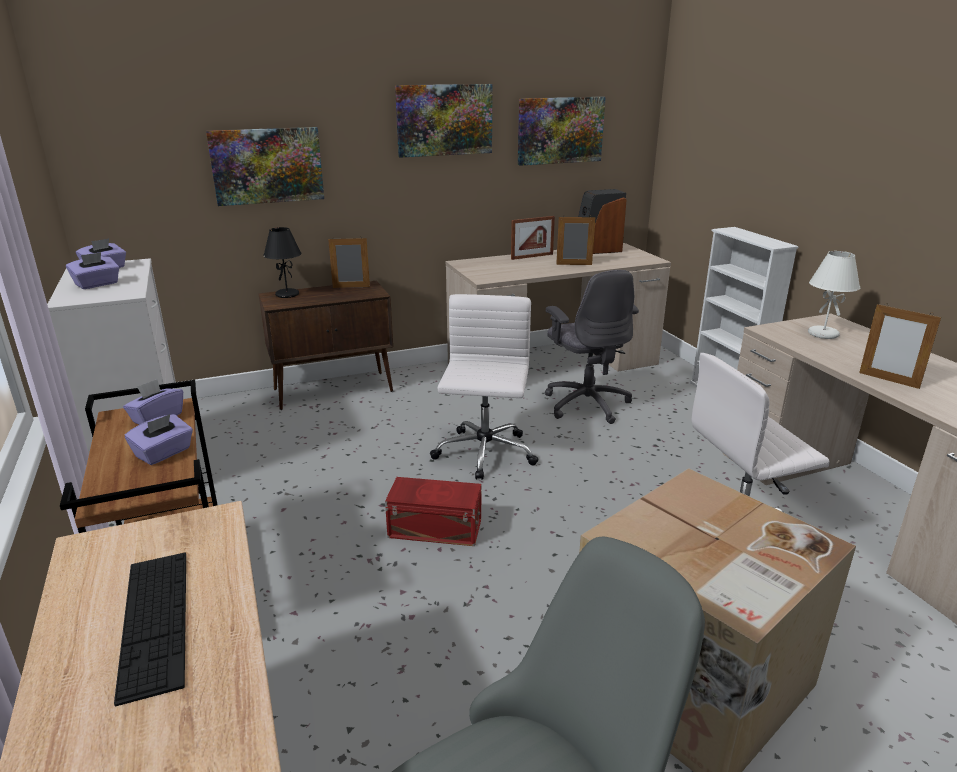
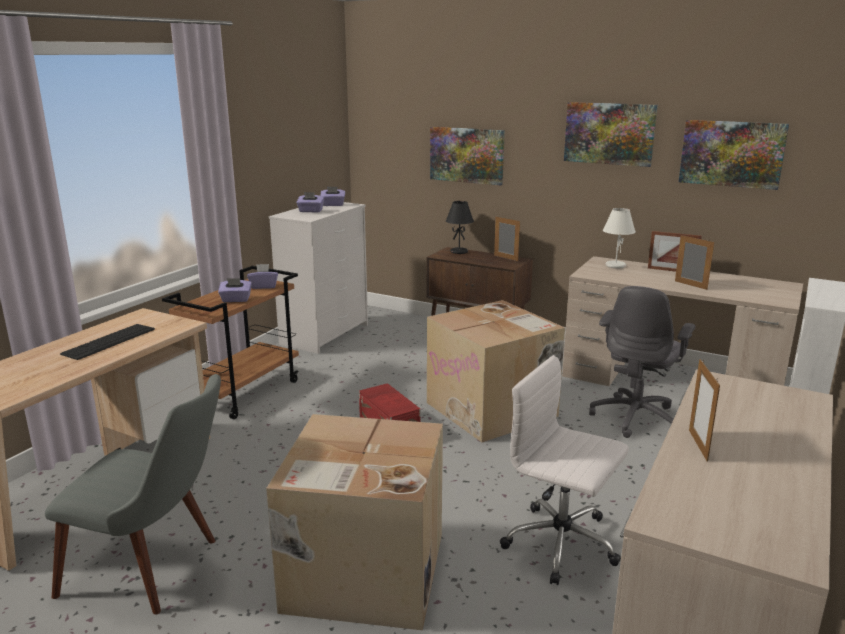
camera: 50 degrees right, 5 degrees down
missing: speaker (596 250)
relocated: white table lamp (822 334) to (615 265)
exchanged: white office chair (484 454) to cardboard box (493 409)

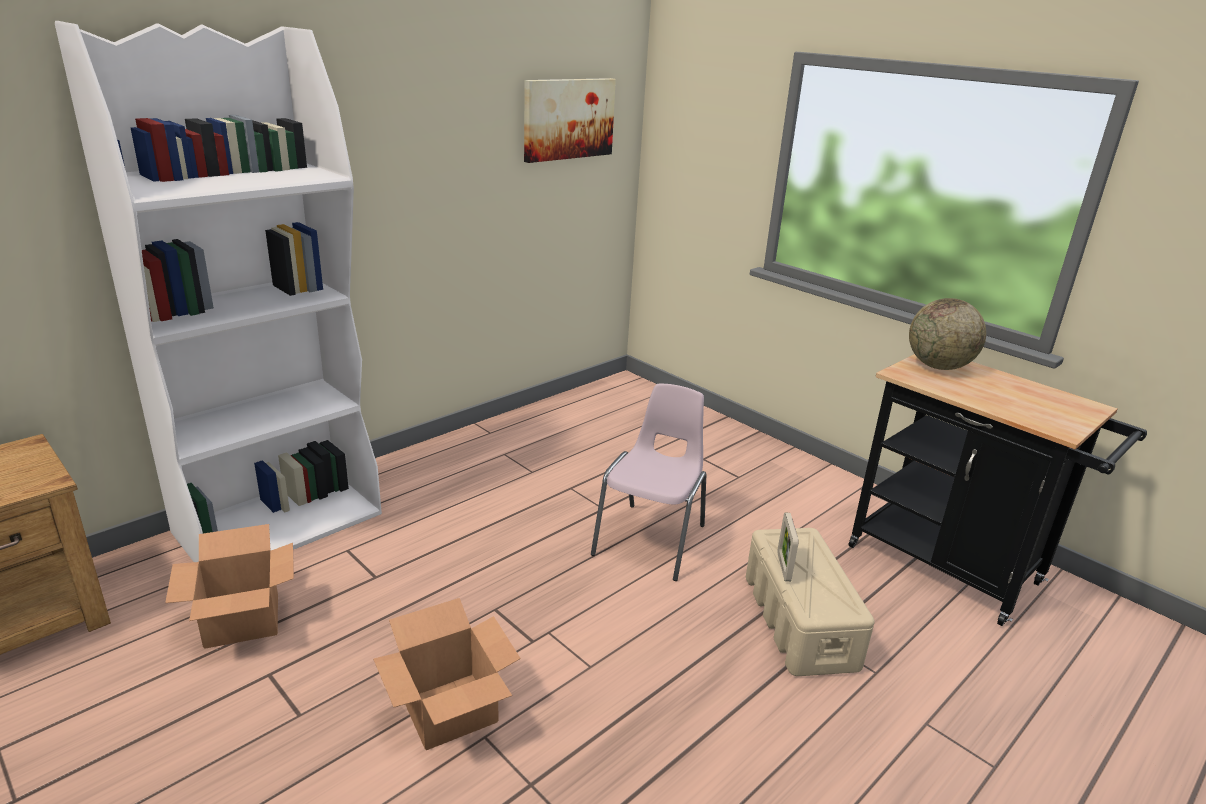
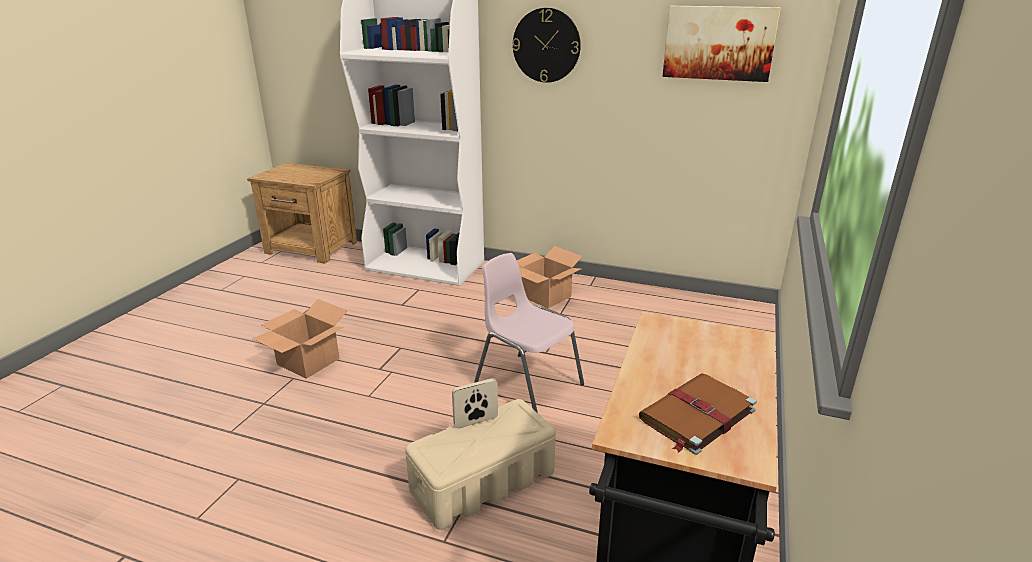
camera: 65 degrees right, 0 degrees up
missing: globe (938 366)
appeared: wall clock (546 45); brown book (696 416)
relocated: cardboard box (243 620) to (546 296)
spun: pink chair (652 539) = (527 383) 135 degrees counterclockwise

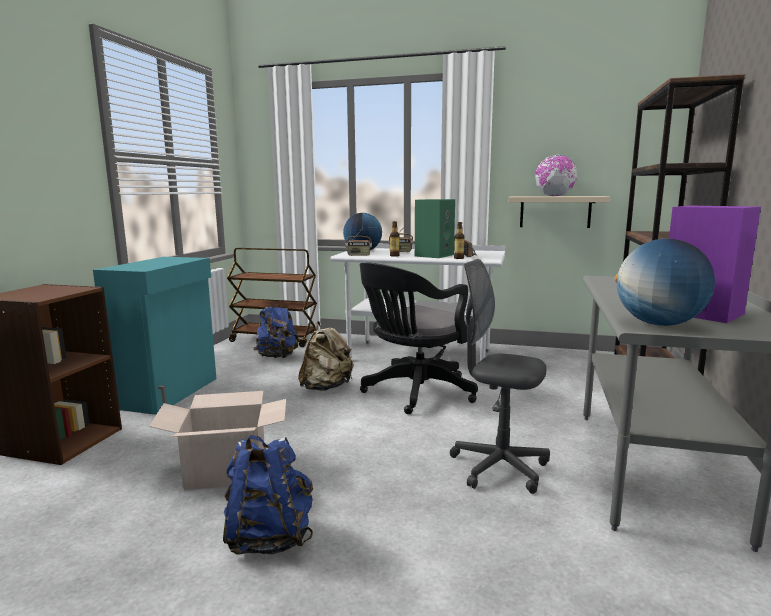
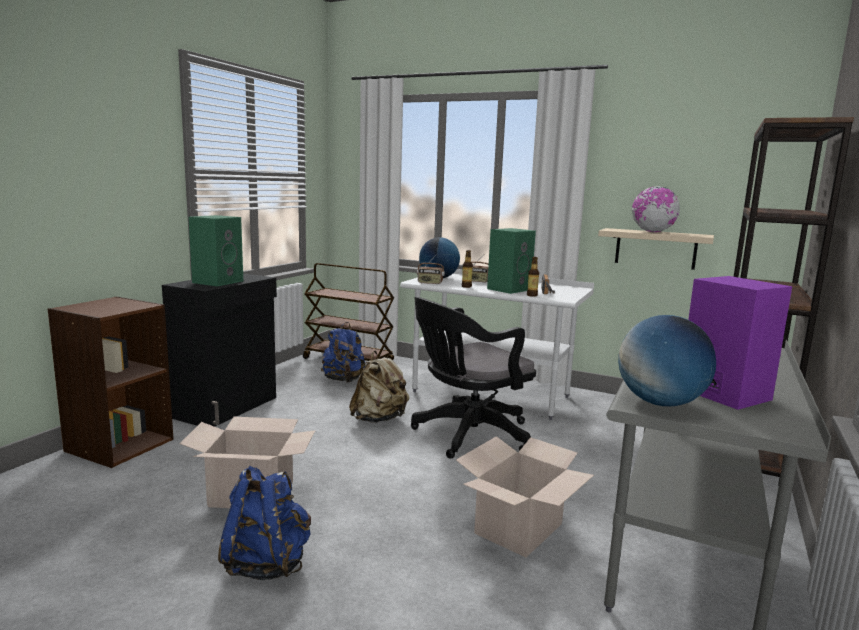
camera: 10 degrees right, 0 degrees up
appeared: green speaker (218 281)
exchanged: grey office chair (499 467) to cardboard box (518 528)
colour: turquoise cabinet (169 392) to black cabinet (228 407)

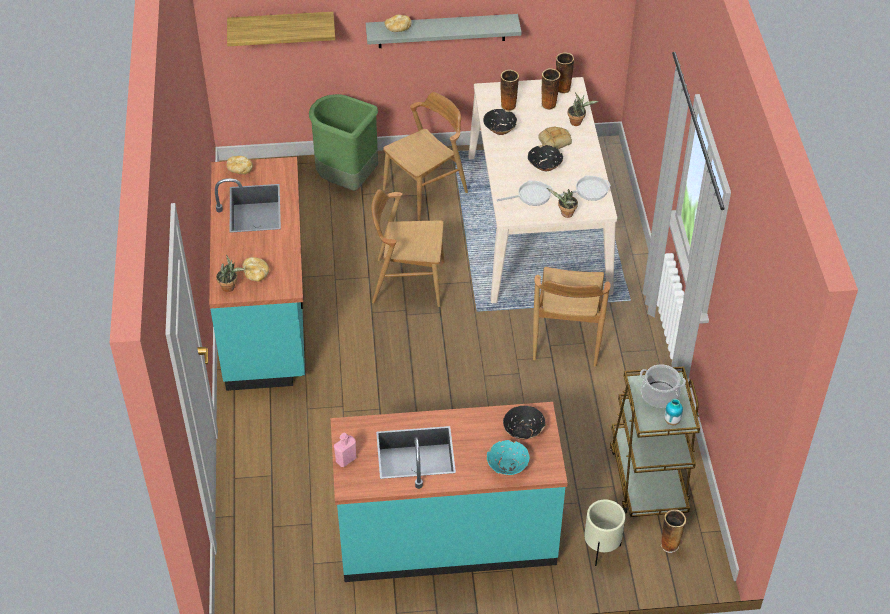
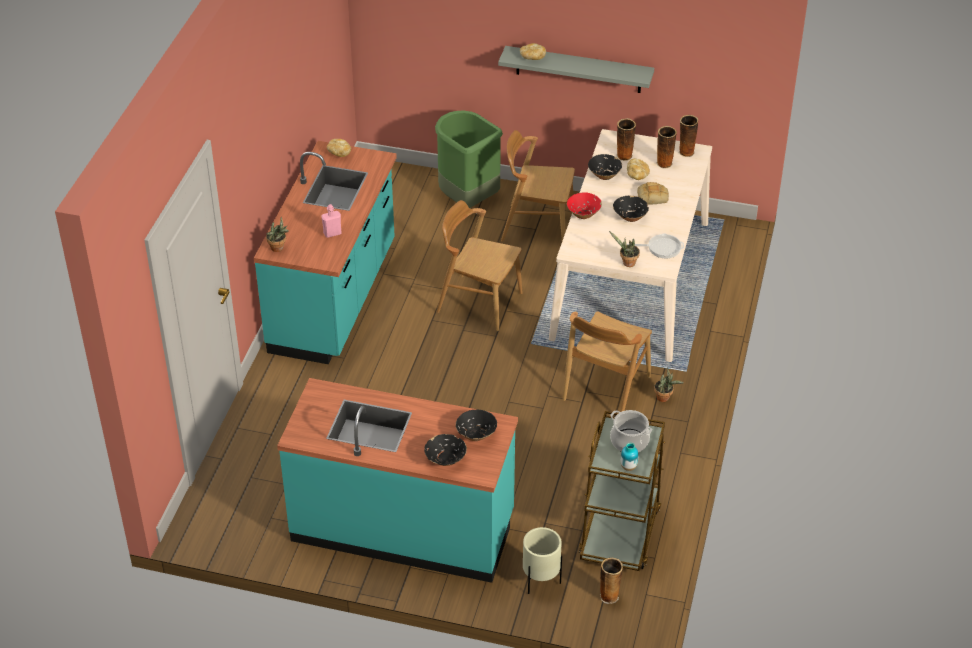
camera: 20 degrees right, 5 degrees down
missing: shelf (281 27); frying pan (531 195)
appeared: red bowl (583 214)
relocated: bread (256 274) to (637 175); pink bottle (346 459) to (332 233); potted plant (577 122) to (664 398)
colour: turquoise bowl (507 466) to black bowl (445 460)
spun: brown chair (426 191) = (537 226) 150 degrees counterclockwise

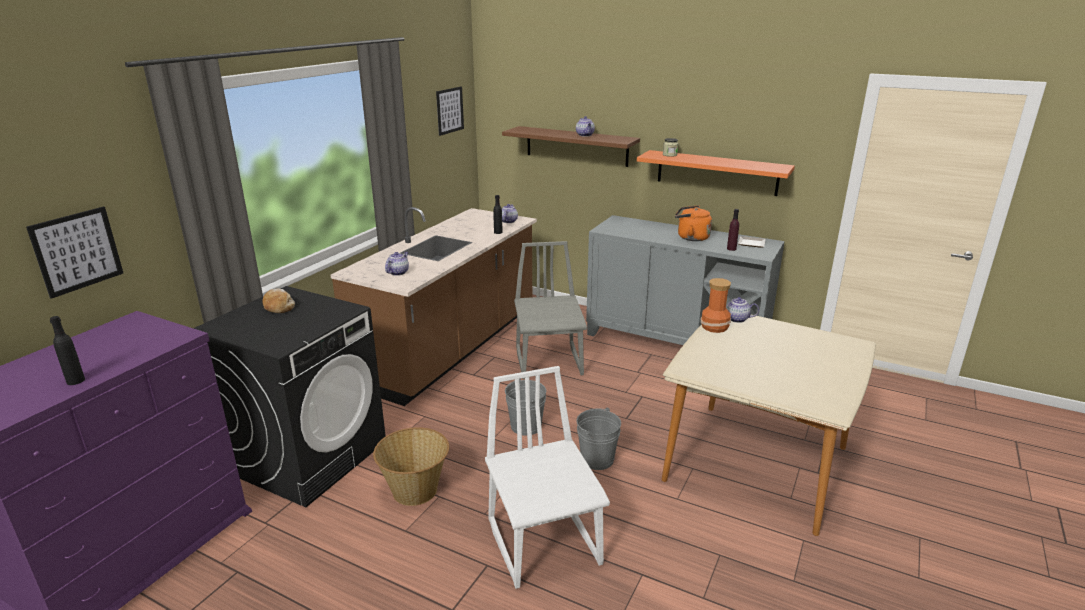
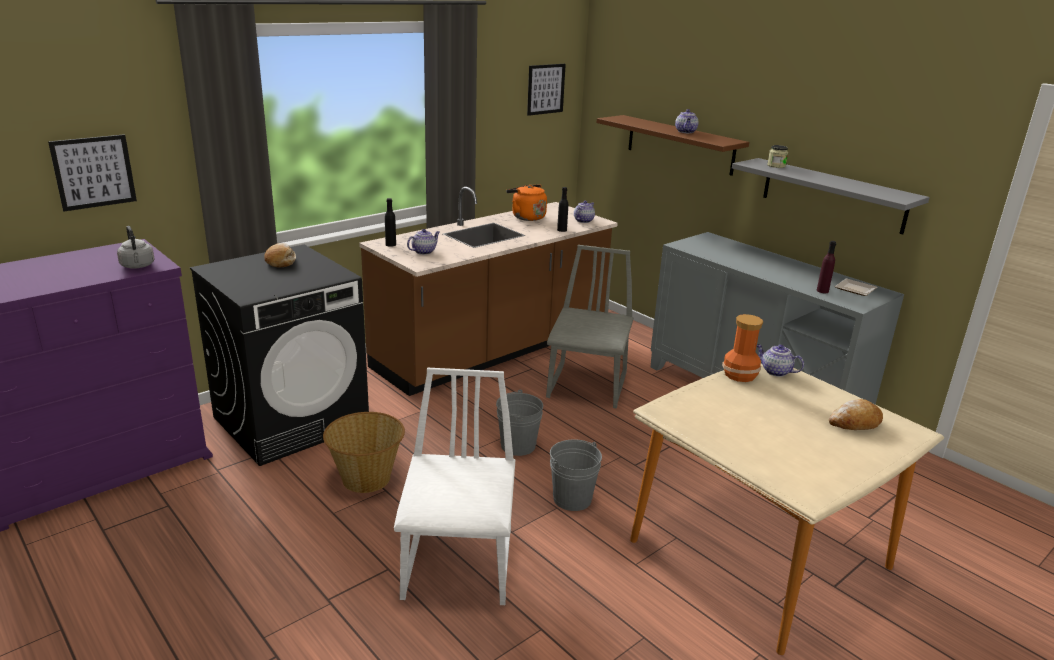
camera: 20 degrees right, 0 degrees up
appeared: grey kettle (138 266); bread (854 423)
relocated: black bottle (75 381) to (390 244); orange kettle (690 237) to (526 217)
colour: orange shelf (717 172) to grey shelf (833 195)

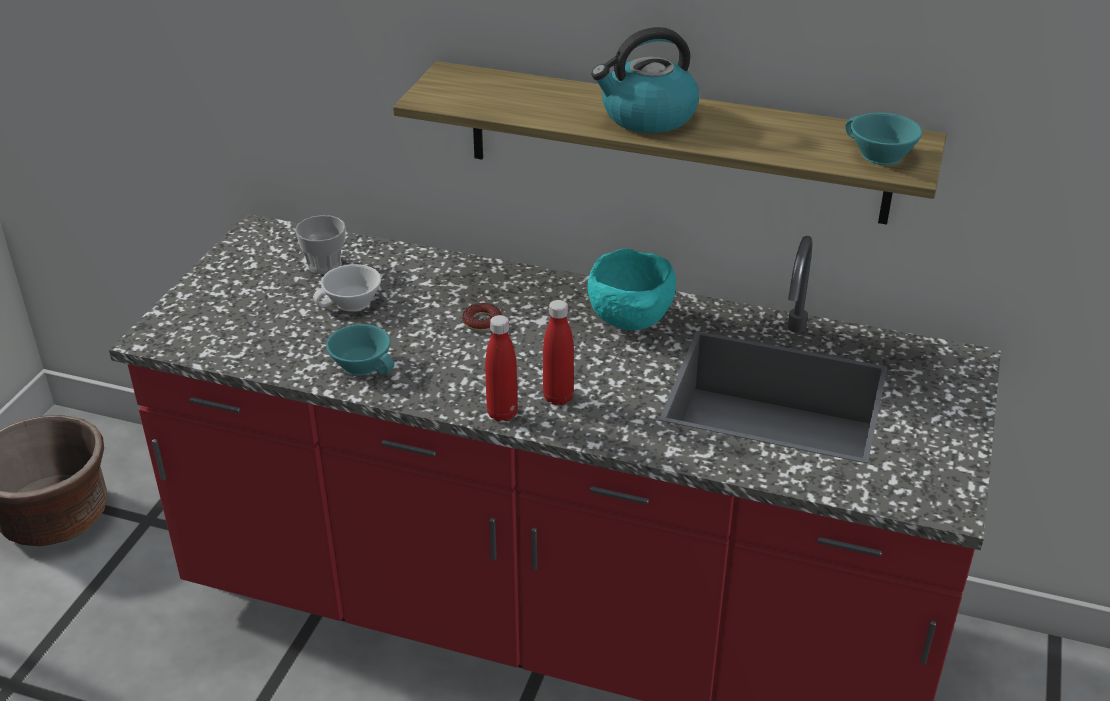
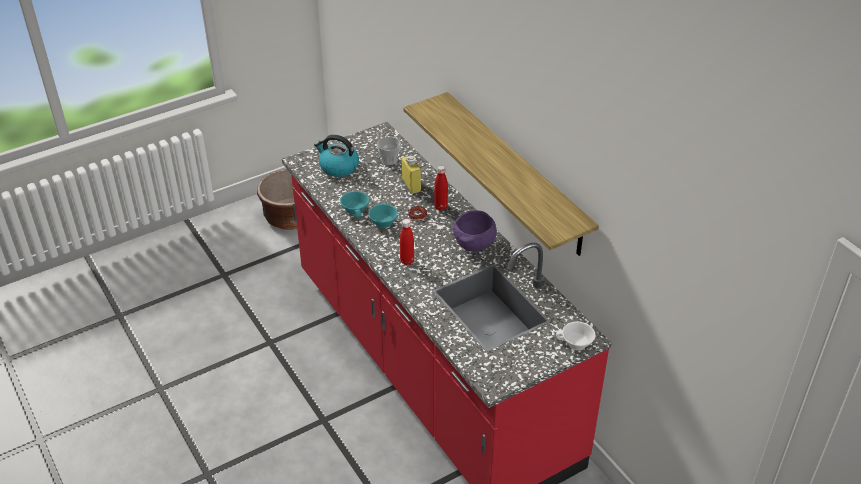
camera: 40 degrees right, 5 degrees up
appeared: yellow bottle (411 185)
relocated: white cup (352 303) to (576 344); red bottle (502 413) to (441 207); kettle (647 117) to (338 167); turquoise cup (878 155) to (382 222)
colour: turquoise bowl (631 321) to purple bowl (474 246)

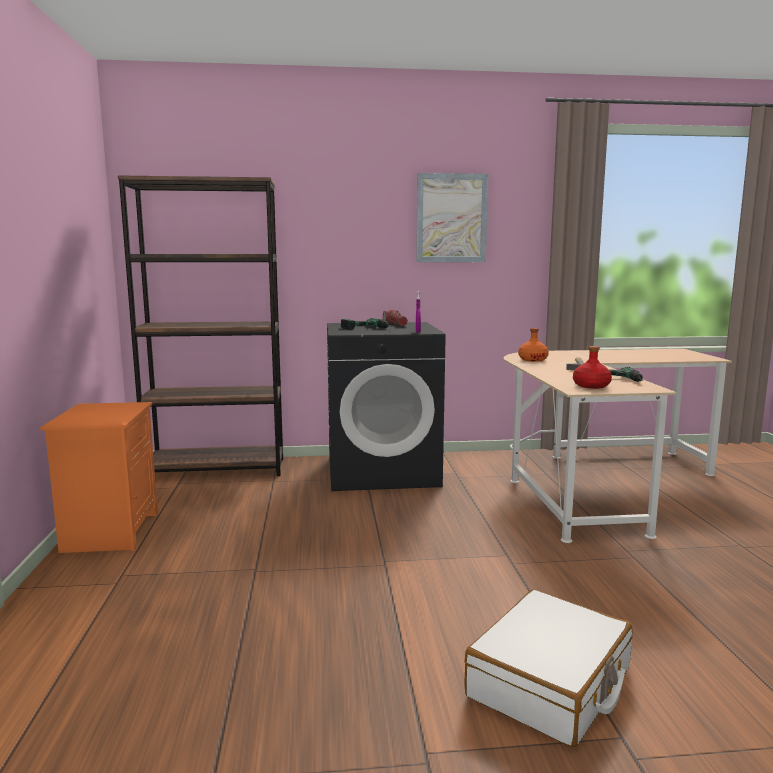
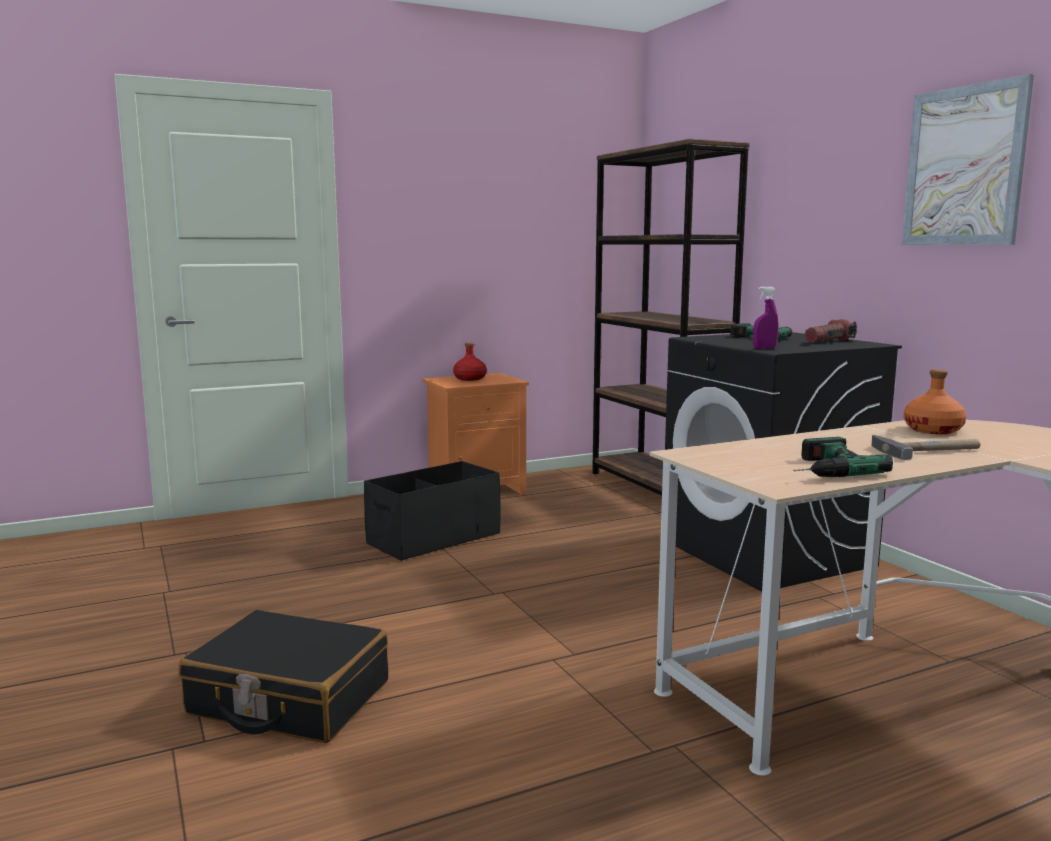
camera: 70 degrees right, 0 degrees up
appeared: black storage box (433 538)
relocated: red bottle (591 386) to (469 379)
colour: white suitcase (550 683) to black suitcase (289 699)

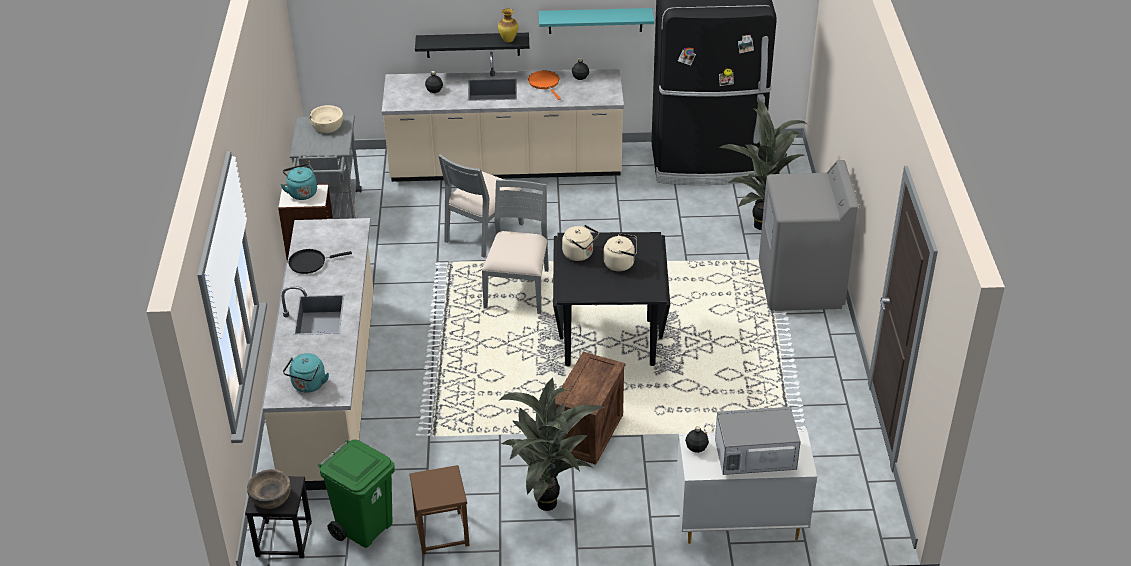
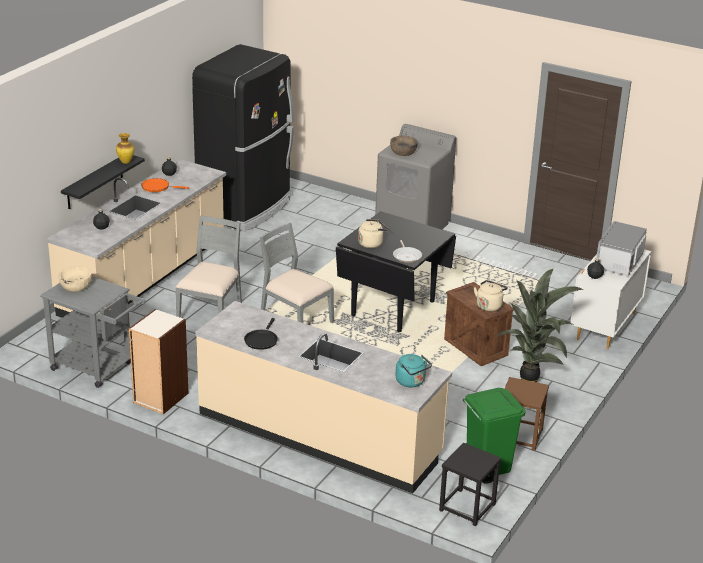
camera: 60 degrees left, 10 degrees down
missing: turquoise kettle (302 192); turquoise shelf (595 20); potted plant (760 223)
appeared: frying pan (407 256)
relocated: brown bowl (271 497) to (403 151); beige kettle (621 263) to (489 305)
spun: grey chair (482 232) = (211 313) 135 degrees counterclockwise

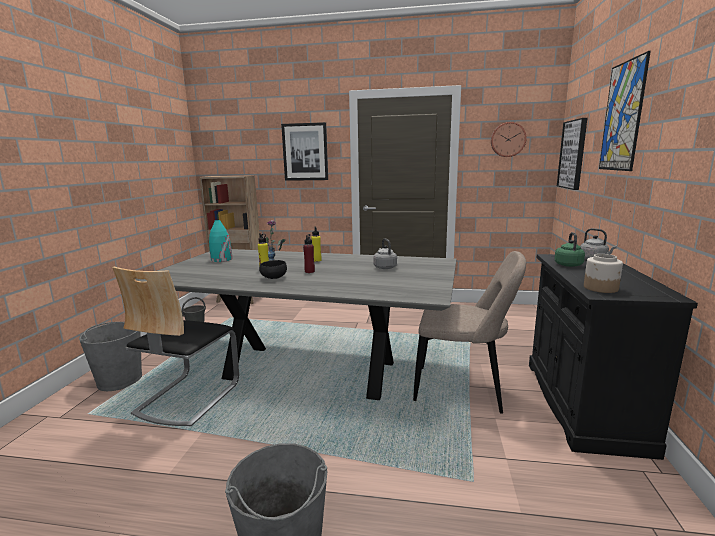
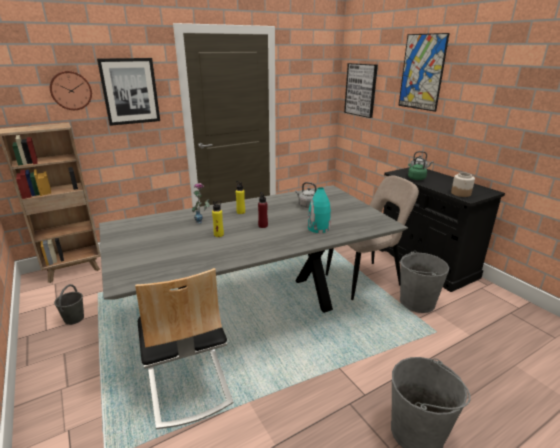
camera: 40 degrees left, 10 degrees up
missing: black bowl (273 278)
relocated: grey bucket (119 380) to (417 302); turquoise vase (221 259) to (318 228); wall clock (507 139) to (71 90)

